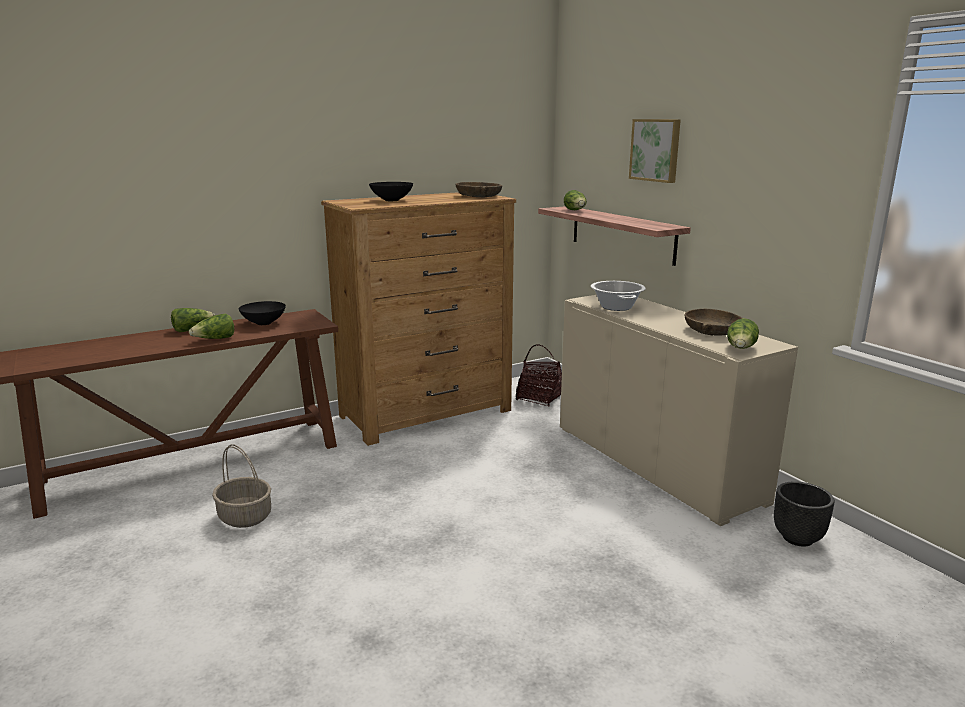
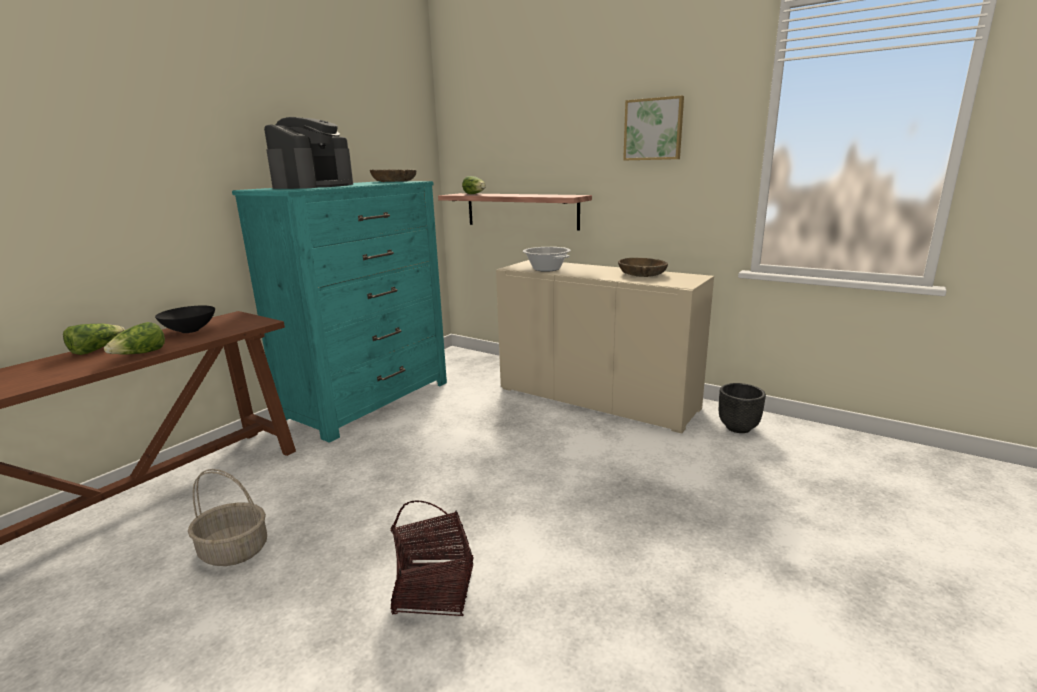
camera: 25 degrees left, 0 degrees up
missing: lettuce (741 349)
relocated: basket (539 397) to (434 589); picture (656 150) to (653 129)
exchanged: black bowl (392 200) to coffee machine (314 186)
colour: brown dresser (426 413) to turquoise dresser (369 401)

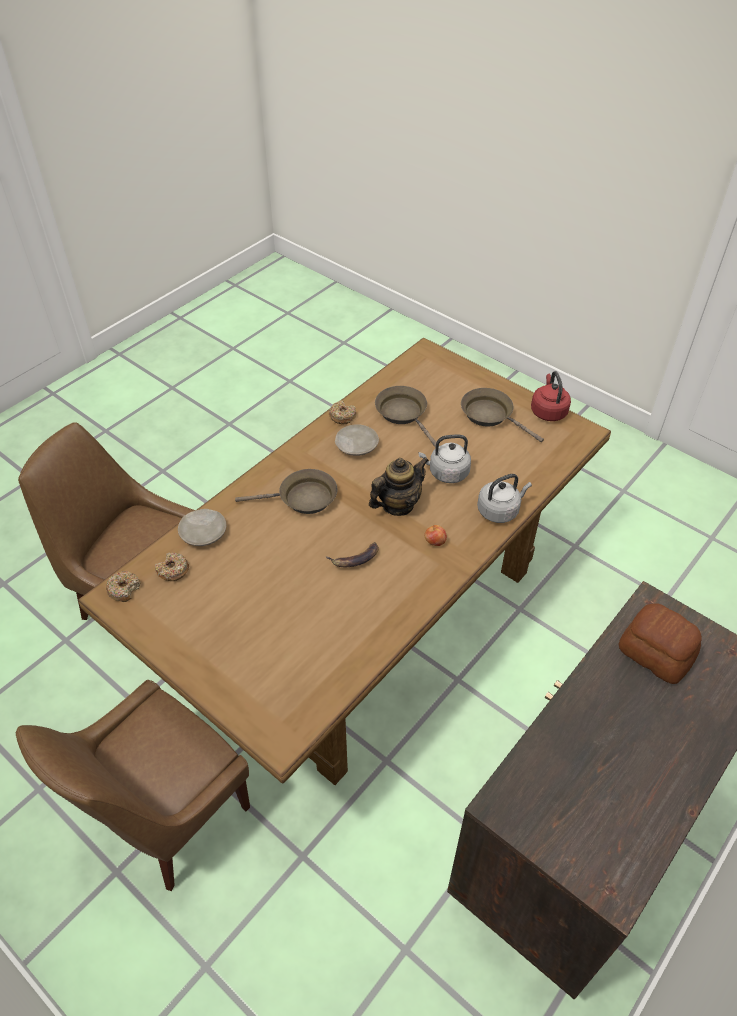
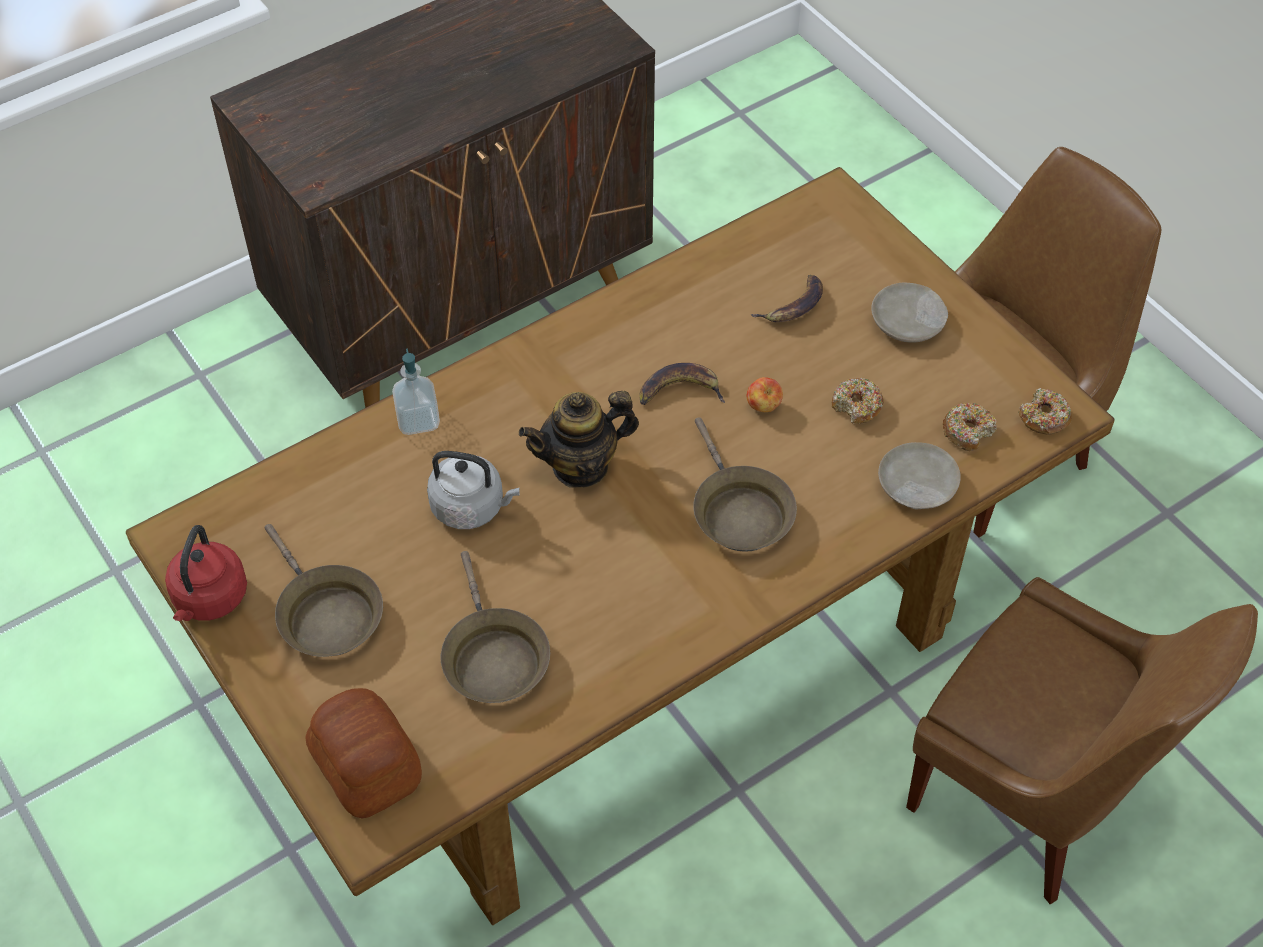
camera: 165 degrees left, 5 degrees up
appeared: banana (794 306)
relocated: donut (342 416) to (857 406); beige plate (356 445) to (908 322); apple (435 542) to (763 406); bread (655 652) to (366 768)
exchanged: grey kettle (500 510) to soap dispenser (418 420)
spun: brown frying pan (303 498) = (738 512) 120 degrees counterclockwise

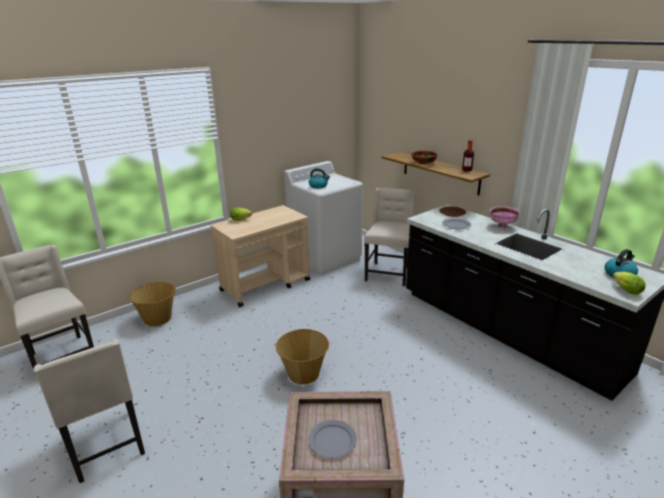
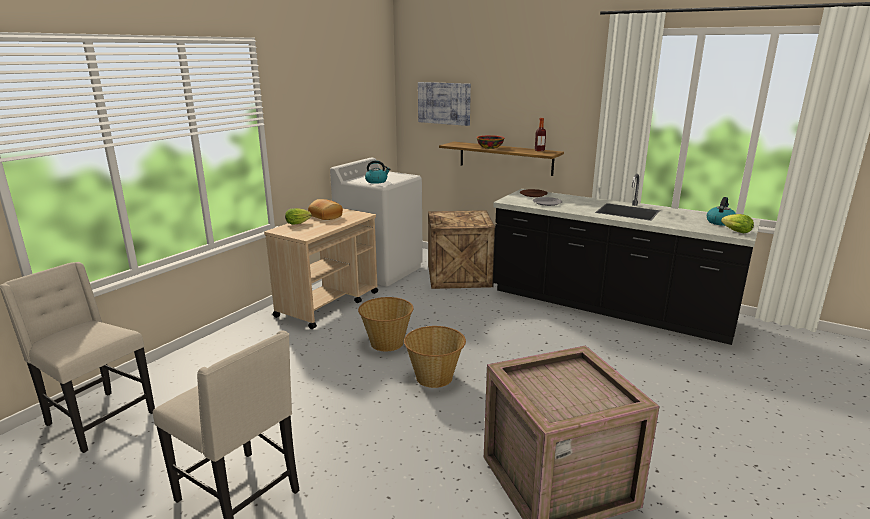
camera: 20 degrees left, 5 degrees down
missing: grey plate (332 440); pink bowl (502 226)
appeared: bread (325 216); picture (444 103)
relocated: basket (158 318) to (387 342)
exchanged: beige chair (388 273) to crate (460 275)

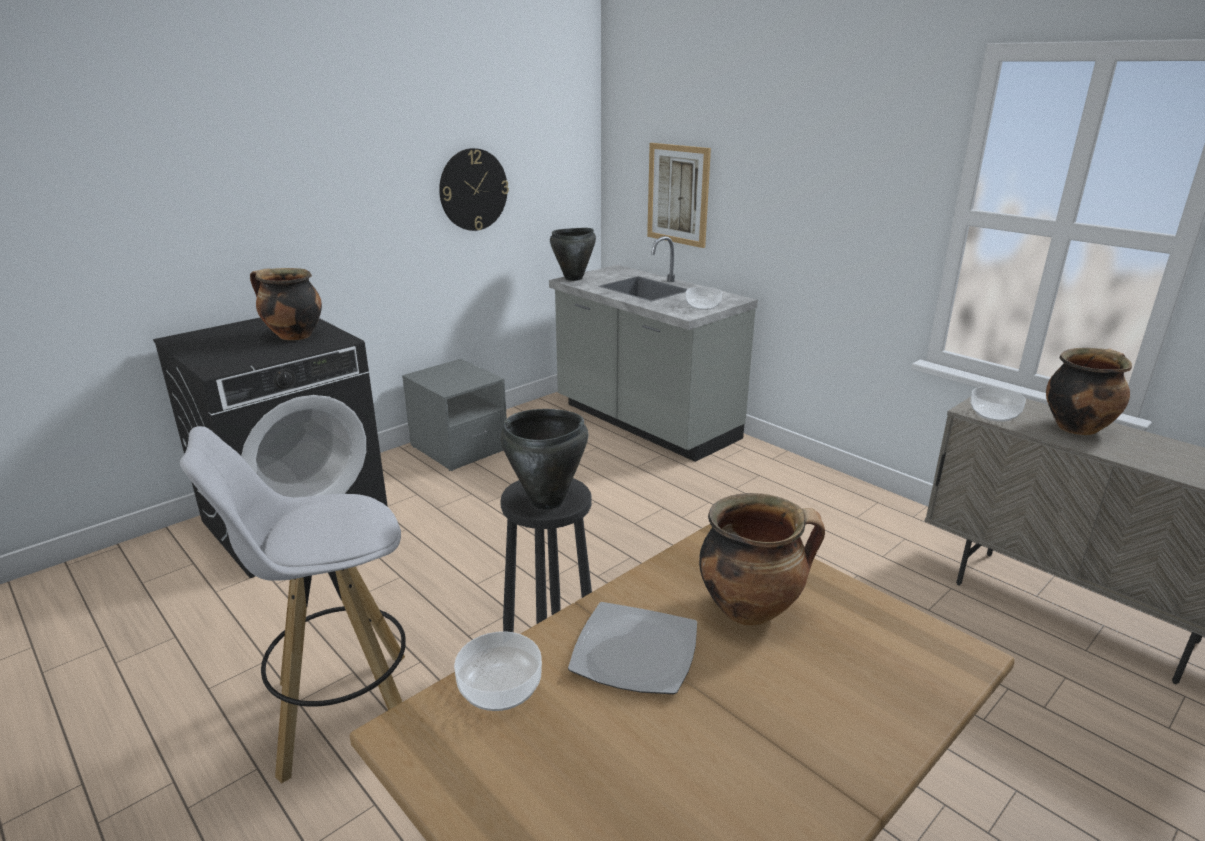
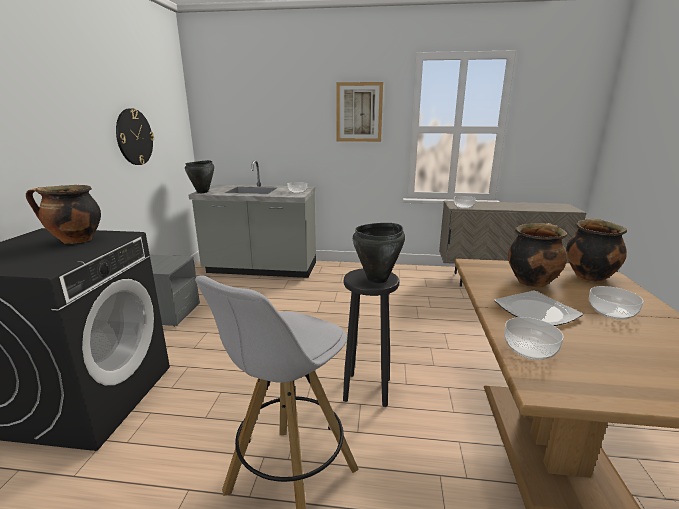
camera: 40 degrees left, 5 degrees down
appeared: bowl (610 312)
relocated: picture (678 194) to (359 112); cooking pot (1077 427) to (588 276)

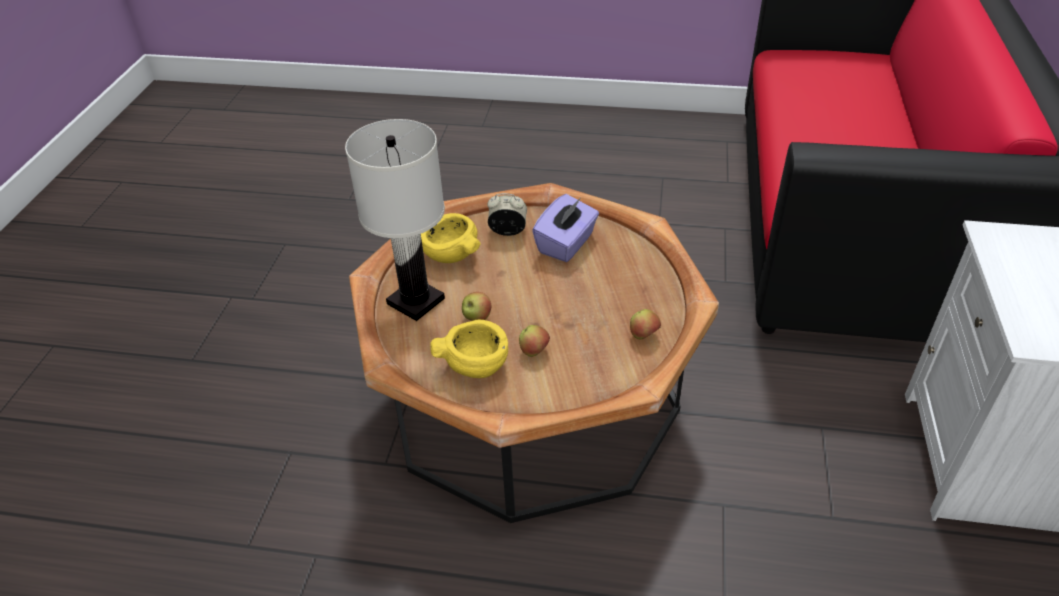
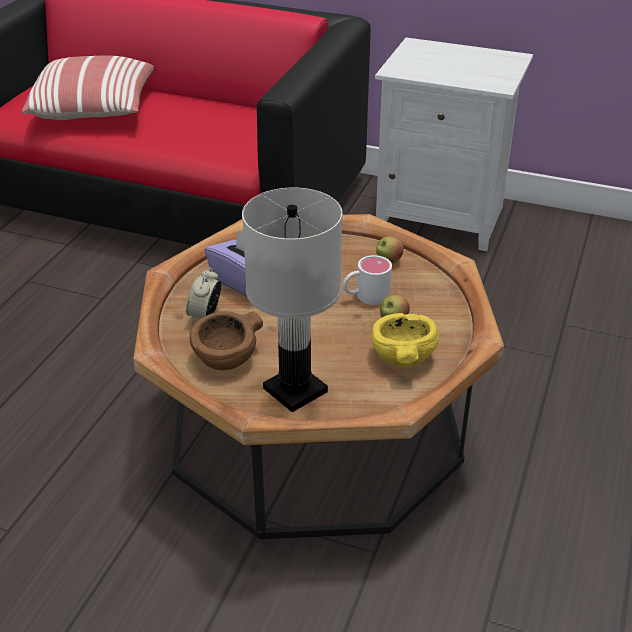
camera: 80 degrees left, 5 degrees down
missing: apple (477 318)
appeared: pillow (96 108); white mug (365 296)
colour: yellow bowl (450 255) to brown bowl (225 359)

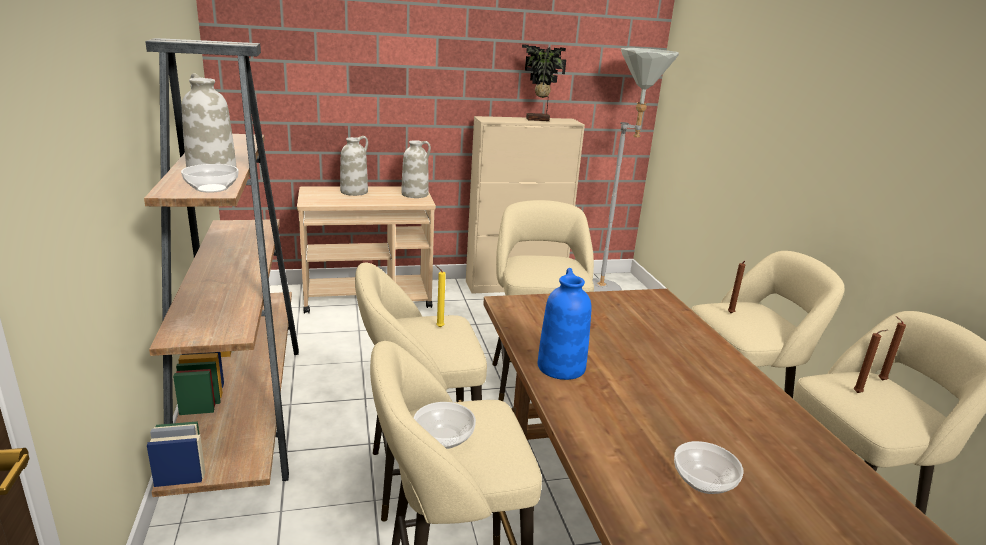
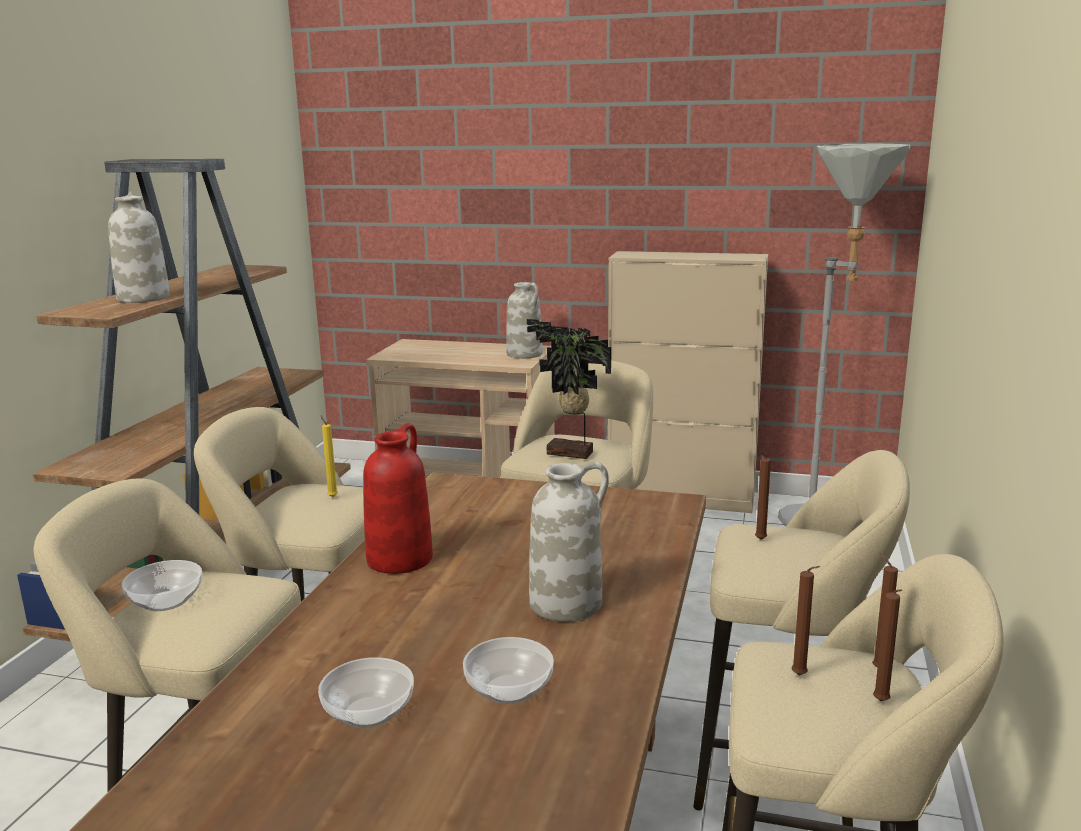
camera: 30 degrees right, 5 degrees down
appeared: brown candle (882 703)
relocated: bowl (212 188) to (509 688); white vase (354 192) to (567 603); potted plant (538 120) to (570 454)
colour: blue vase (560 366) to red vase (400 558)

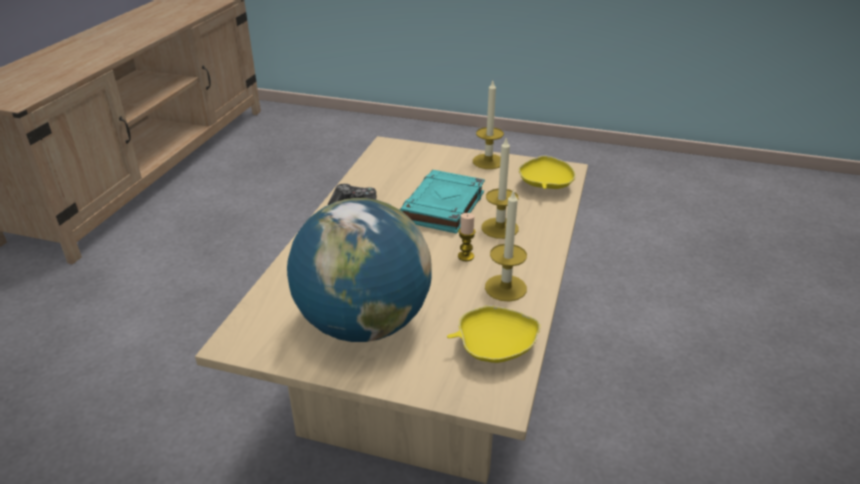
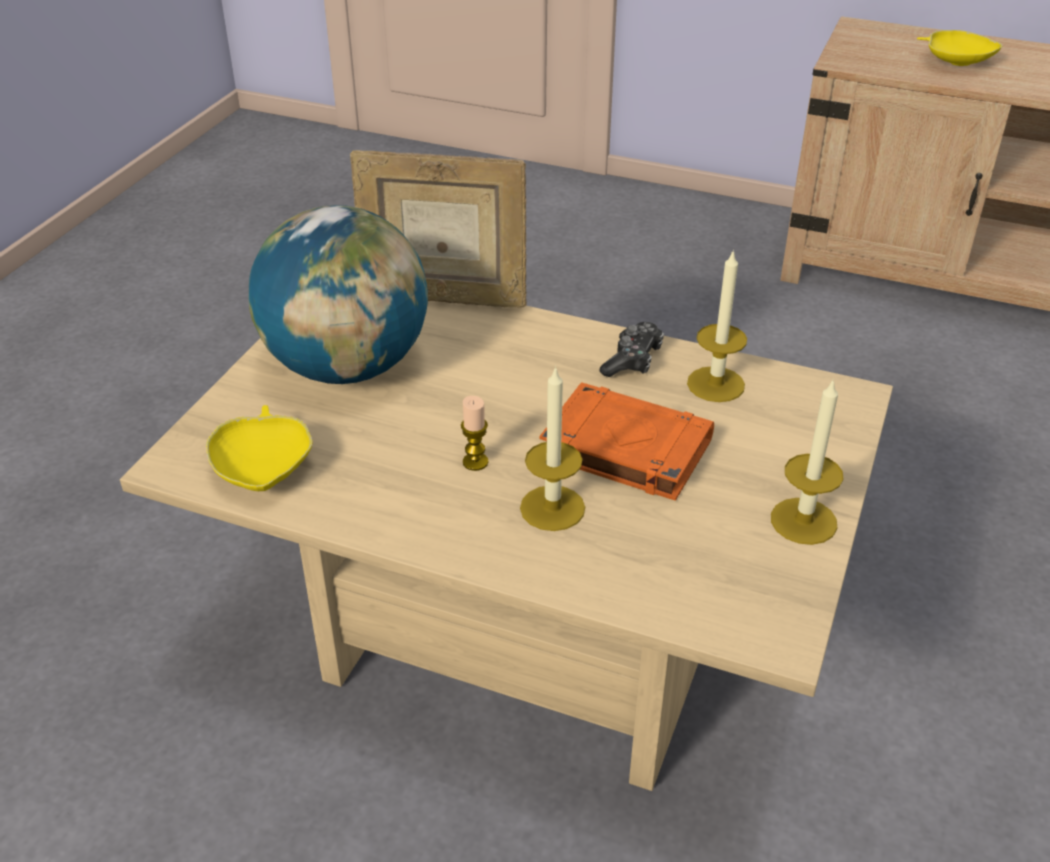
camera: 95 degrees right, 5 degrees up
appeared: picture frame (443 298)
relocated: candle (505 288) to (715 384); yellow bowl (545 185) to (955 62)
colour: turquoise book (443 207) to orange book (624 448)

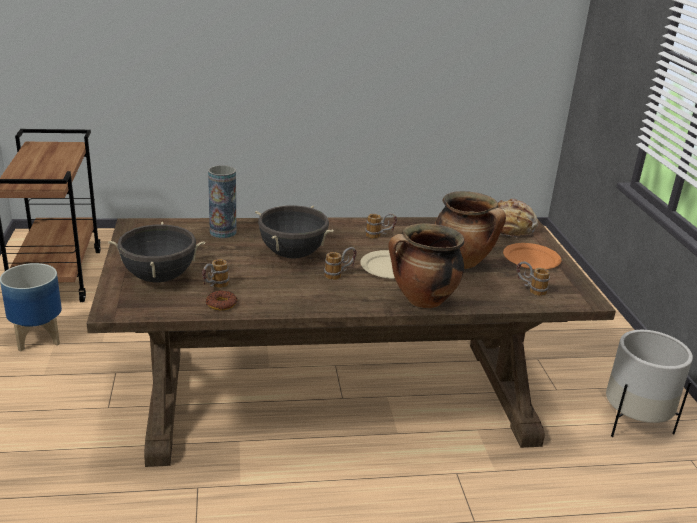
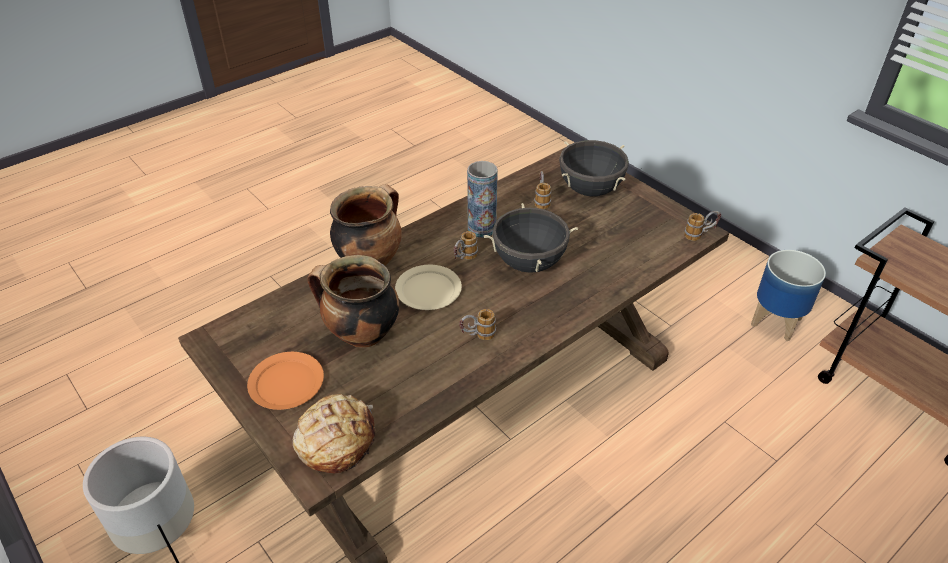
camera: 150 degrees right, 15 degrees up
missing: donut (221 304)
relocated: vase (223 232) to (481 228); mug (530 290) to (700 235)

